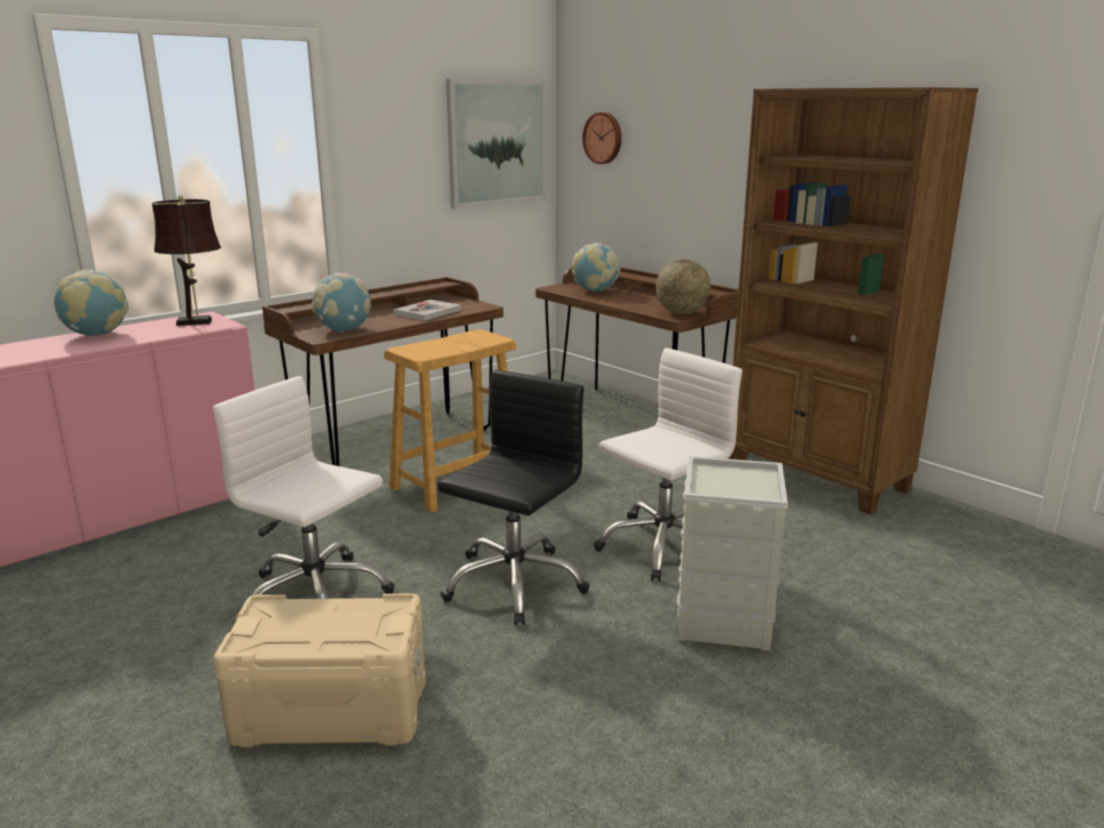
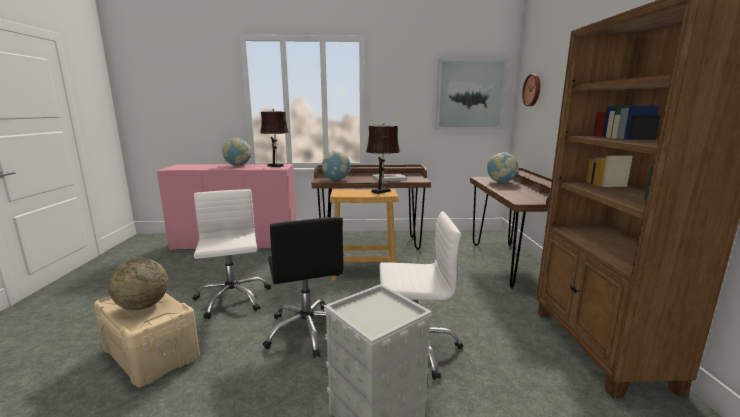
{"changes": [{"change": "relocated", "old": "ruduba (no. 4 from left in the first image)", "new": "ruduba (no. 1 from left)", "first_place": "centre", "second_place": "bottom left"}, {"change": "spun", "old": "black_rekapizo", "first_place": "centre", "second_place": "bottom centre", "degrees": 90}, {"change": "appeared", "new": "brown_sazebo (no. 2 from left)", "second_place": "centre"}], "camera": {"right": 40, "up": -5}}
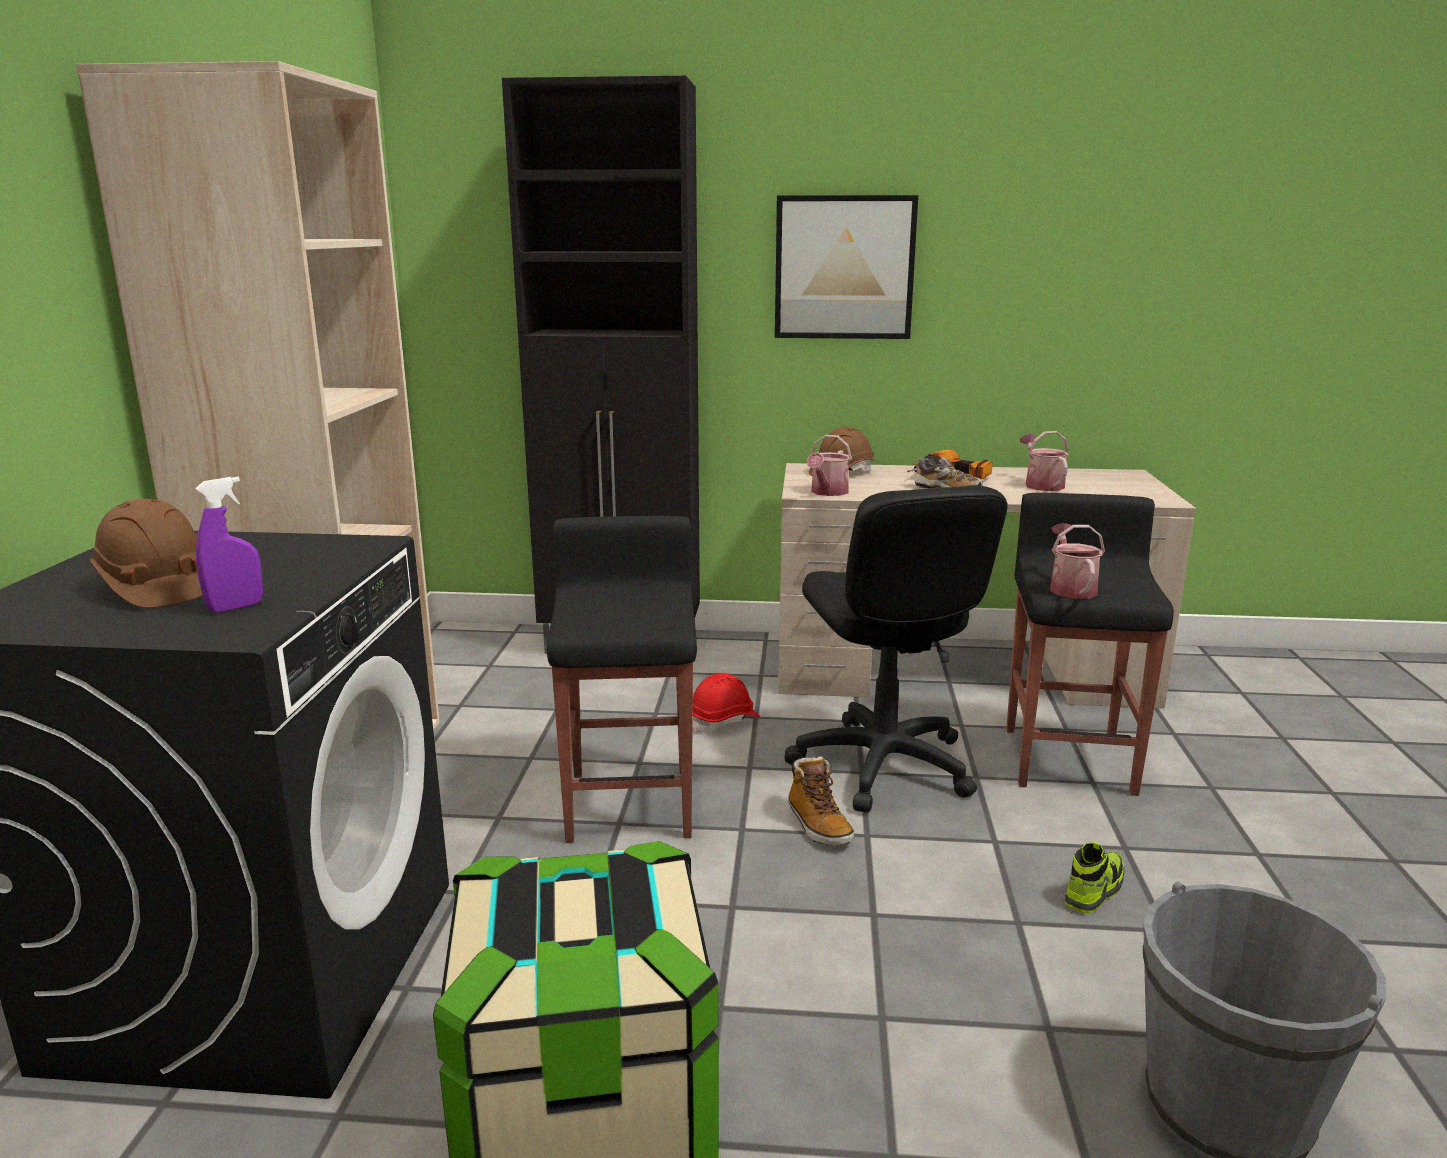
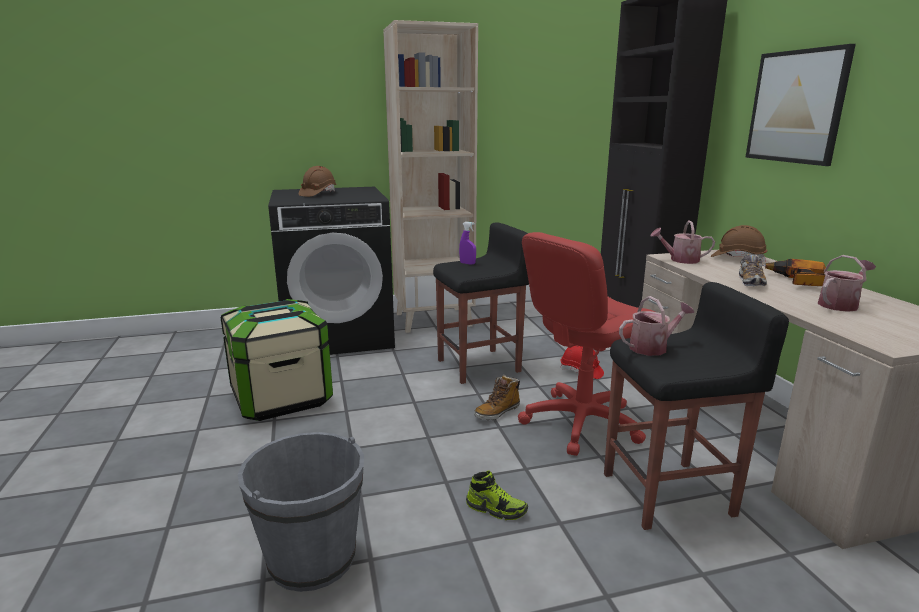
{"changes": [{"change": "relocated", "old": "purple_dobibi", "first_place": "middle left", "second_place": "centre"}, {"change": "colour", "old": "black_rekapizo", "new": "red_rekapizo", "first_place": "centre", "second_place": "centre"}], "camera": {"right": 70, "up": 0}}
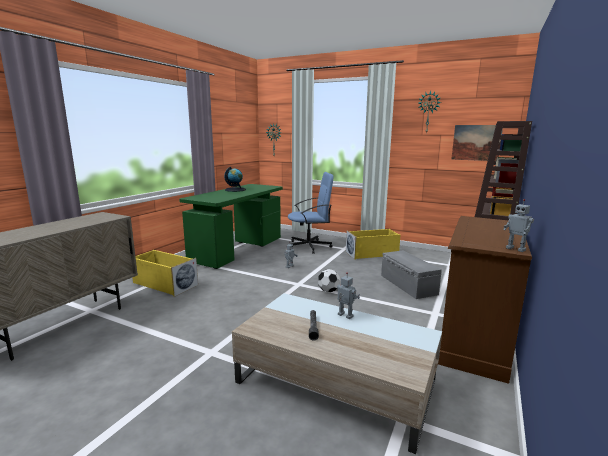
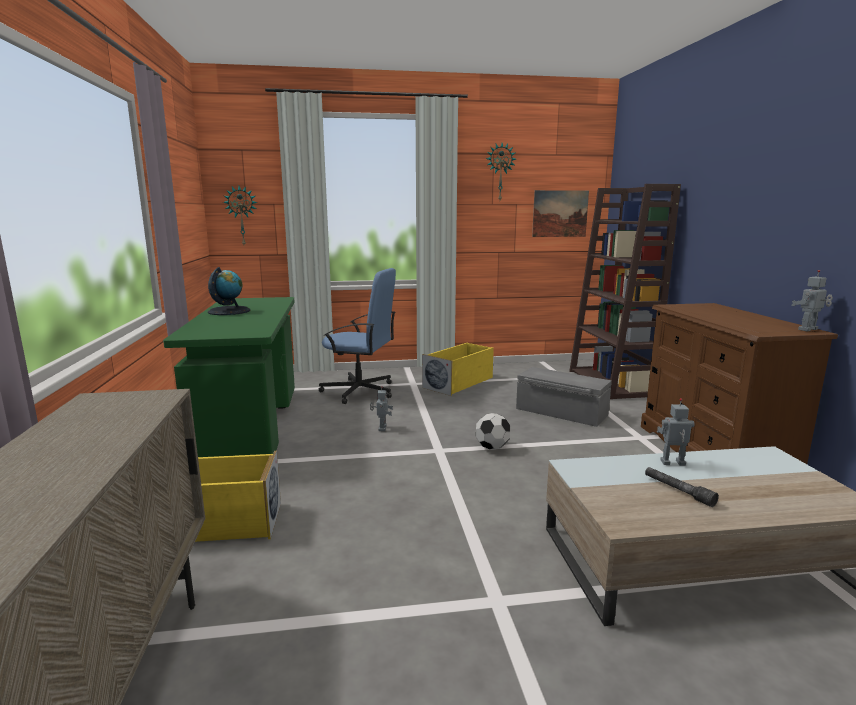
{"changes": [{"change": "spun", "old": "blue_rekapizo", "first_place": "centre", "second_place": "centre", "degrees": 60}, {"change": "spun", "old": "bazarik (no. 3 from left)", "first_place": "middle right", "second_place": "middle right", "degrees": 135}], "camera": {"right": -35, "up": 0}}
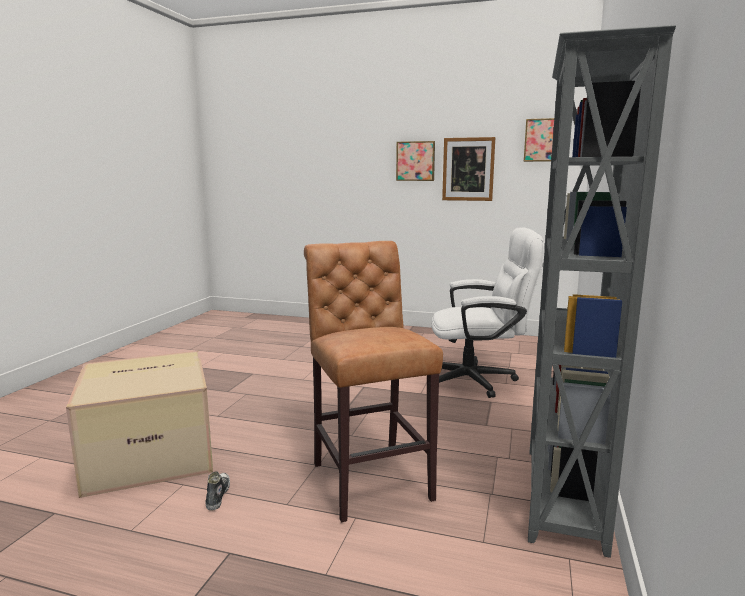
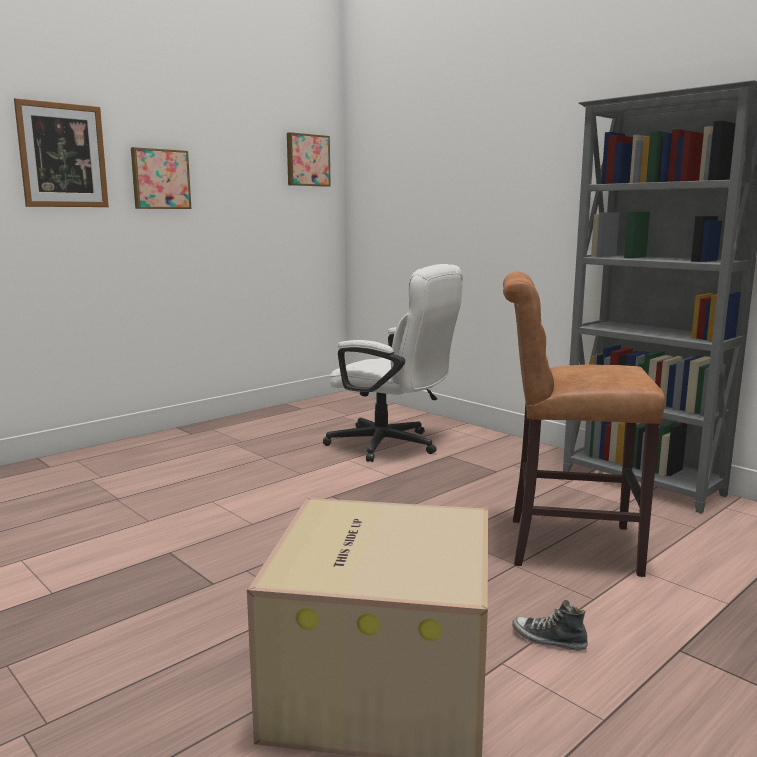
{"changes": [{"change": "relocated", "old": "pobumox (no. 2 from left in the first image)", "new": "pobumox (no. 1 from left)", "first_place": "top centre", "second_place": "top left"}, {"change": "spun", "old": "white_rekapizo", "first_place": "centre", "second_place": "centre", "degrees": 90}], "camera": {"right": -60, "up": 0}}
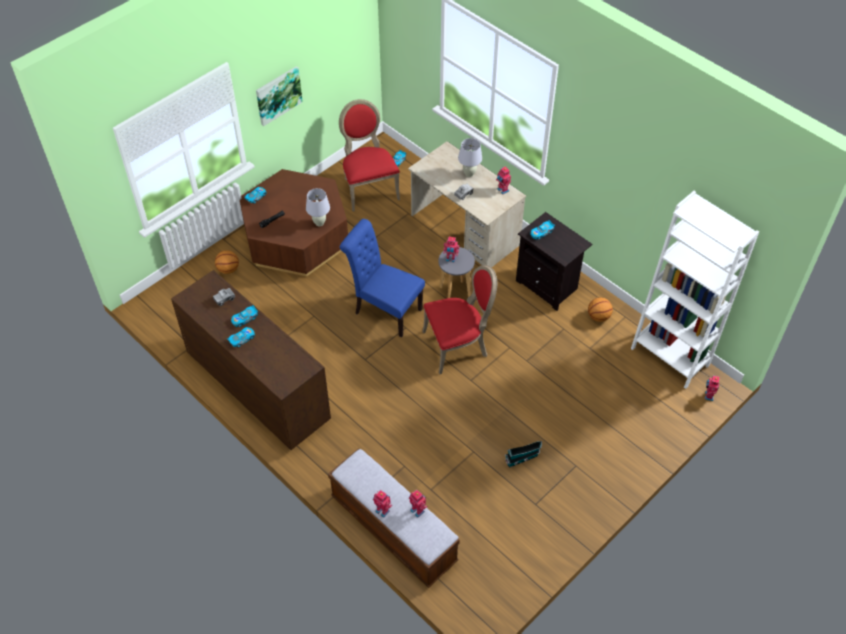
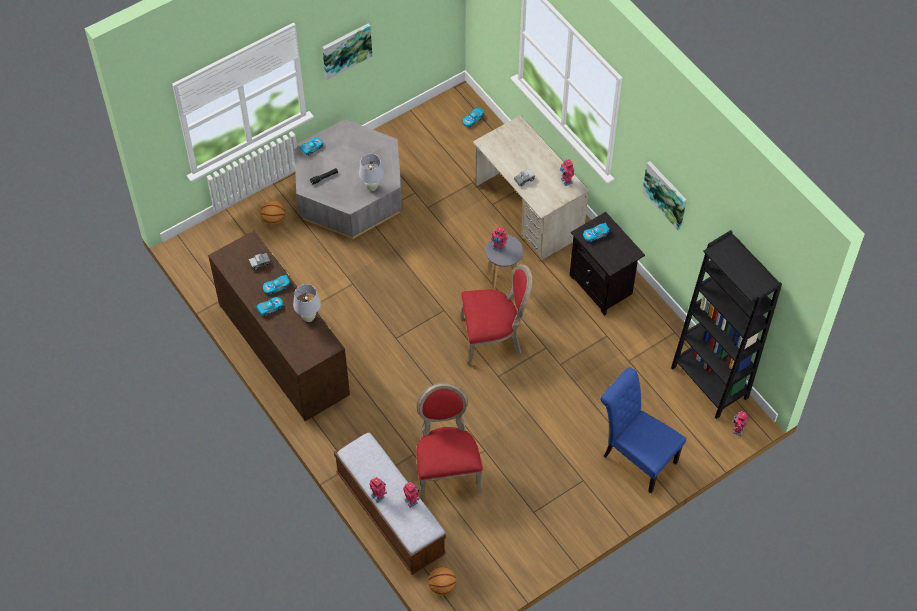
{"changes": [{"change": "relocated", "old": "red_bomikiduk (no. 1 from left)", "first_place": "top centre", "second_place": "bottom centre"}, {"change": "relocated", "old": "white_sazebo (no. 2 from left in the first image)", "new": "white_sazebo (no. 1 from left)", "first_place": "top centre", "second_place": "centre"}, {"change": "colour", "old": "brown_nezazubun", "new": "grey_nezazubun", "first_place": "centre", "second_place": "top centre"}, {"change": "colour", "old": "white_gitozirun", "new": "black_gitozirun", "first_place": "middle right", "second_place": "middle right"}, {"change": "relocated", "old": "blue_bomikiduk", "first_place": "centre", "second_place": "bottom right"}, {"change": "relocated", "old": "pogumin (no. 2 from left)", "first_place": "middle right", "second_place": "bottom centre"}, {"change": "missing", "old": "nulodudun", "first_place": "bottom centre"}, {"change": "appeared", "new": "pobumox (no. 2 from left)", "second_place": "top right"}], "camera": {"right": 10, "up": 5}}
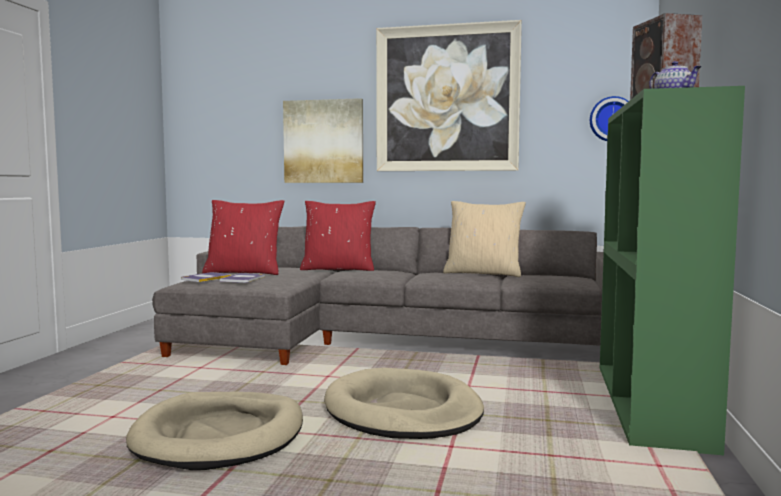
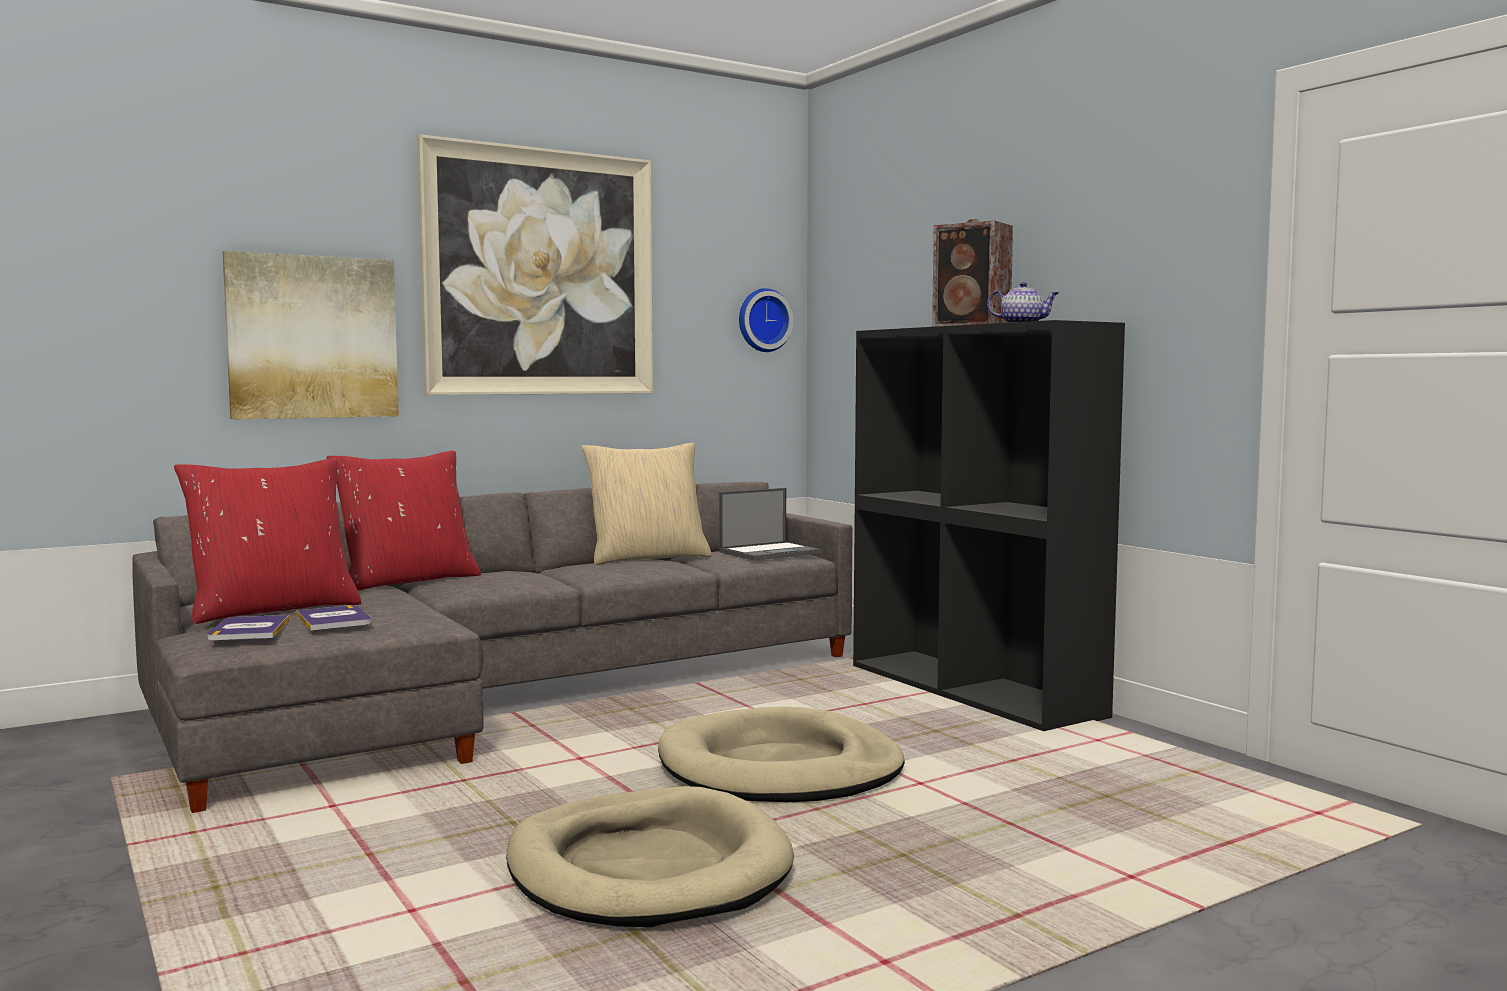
{"changes": [{"change": "colour", "old": "green_gitozirun", "new": "black_gitozirun", "first_place": "middle right", "second_place": "centre"}, {"change": "appeared", "new": "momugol", "second_place": "centre"}], "camera": {"right": -45, "up": 0}}
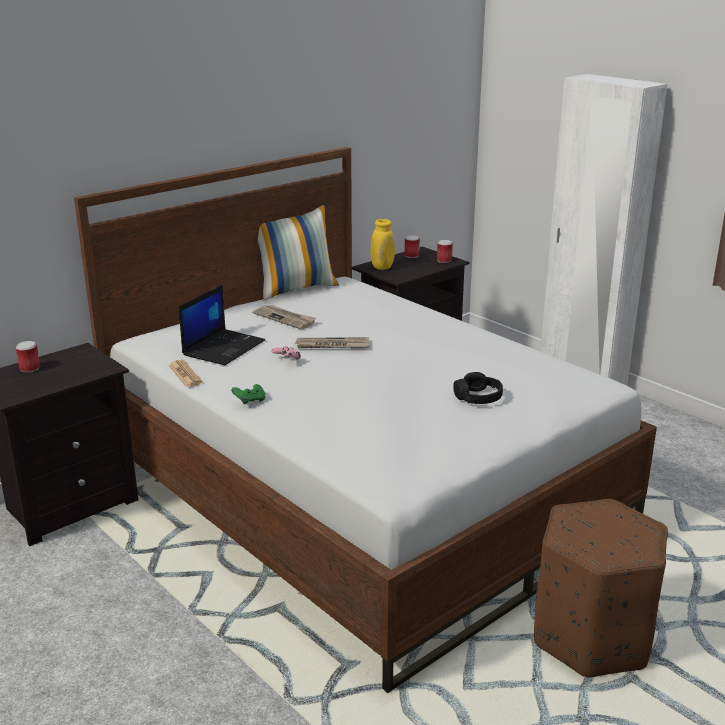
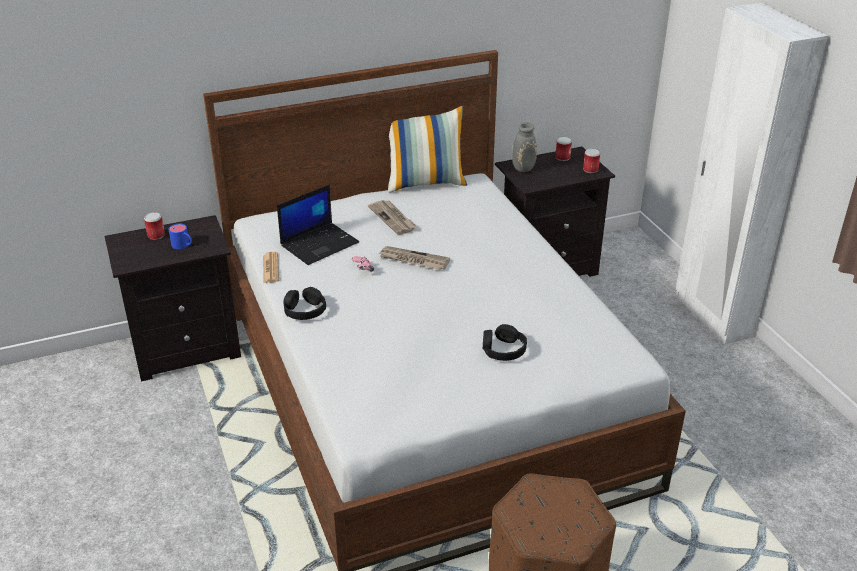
{"changes": [{"change": "colour", "old": "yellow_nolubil", "new": "grey_nolubil", "first_place": "centre", "second_place": "top centre"}, {"change": "exchanged", "old": "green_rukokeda", "new": "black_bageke (no. 1 from left)", "first_place": "centre", "second_place": "centre"}, {"change": "appeared", "new": "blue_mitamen", "second_place": "middle left"}], "camera": {"right": 20, "up": 10}}
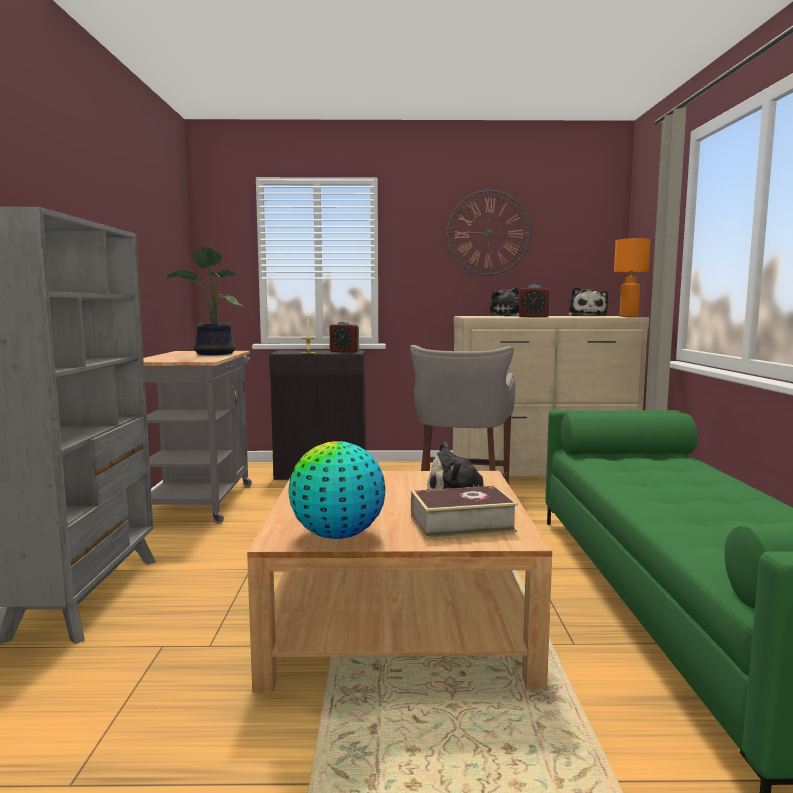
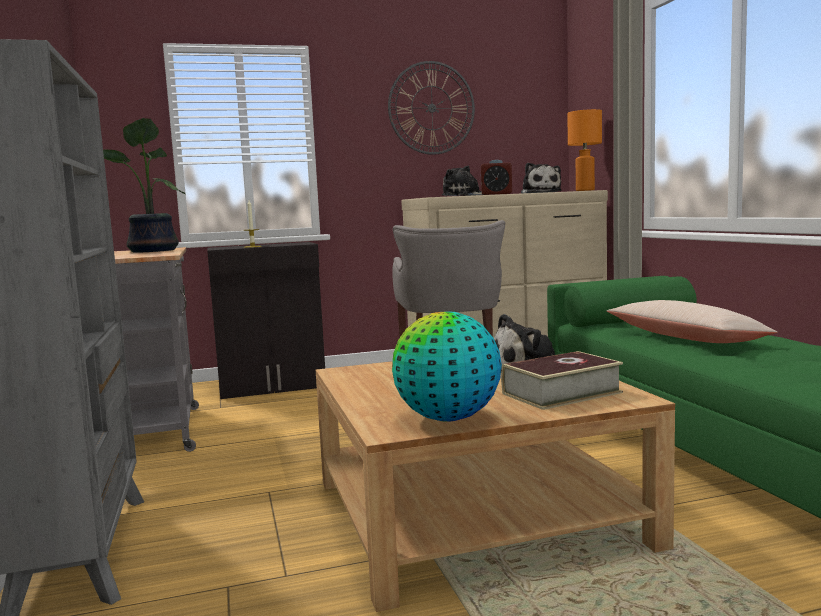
{"changes": [{"change": "missing", "old": "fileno (no. 1 from left)", "first_place": "centre"}, {"change": "appeared", "new": "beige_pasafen", "second_place": "middle right"}], "camera": {"right": -15, "up": 0}}
